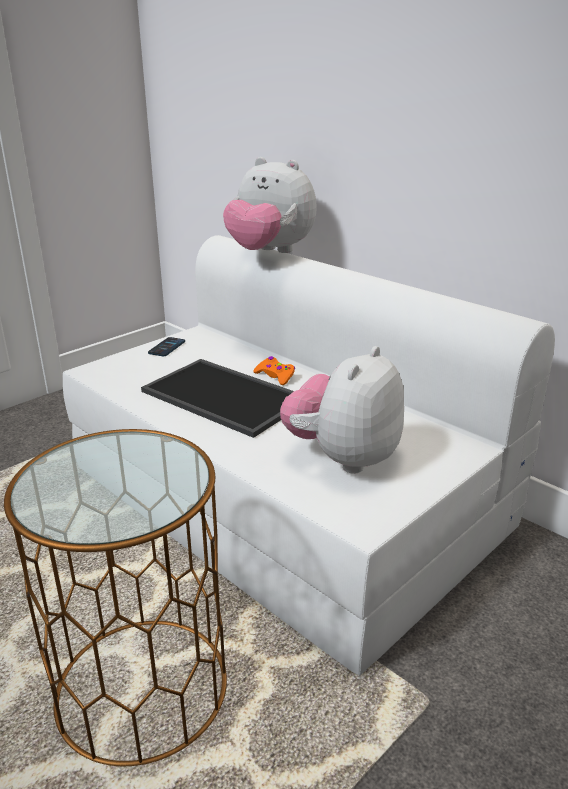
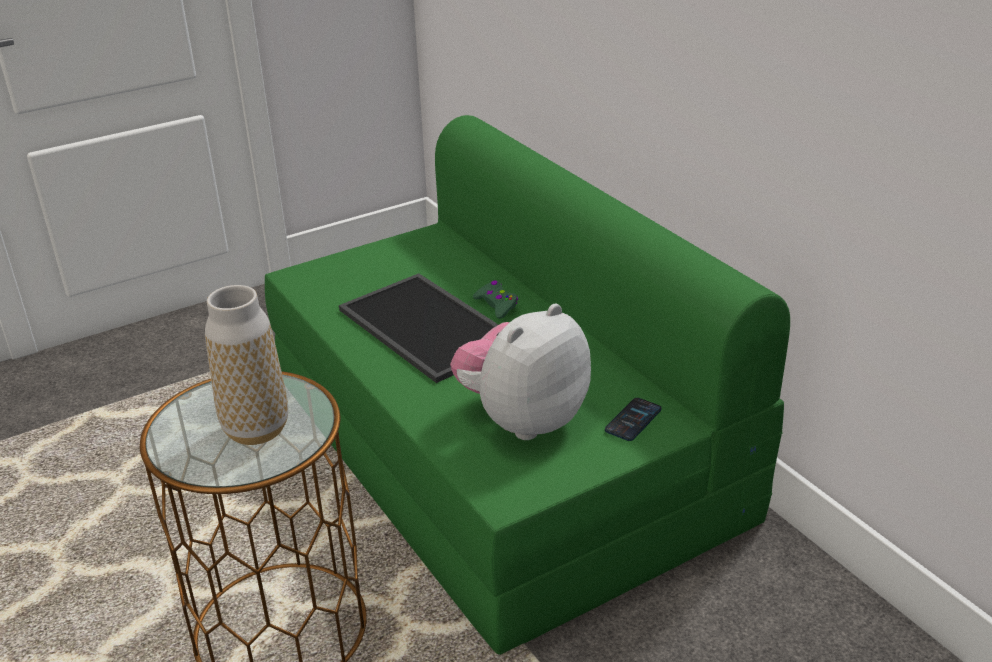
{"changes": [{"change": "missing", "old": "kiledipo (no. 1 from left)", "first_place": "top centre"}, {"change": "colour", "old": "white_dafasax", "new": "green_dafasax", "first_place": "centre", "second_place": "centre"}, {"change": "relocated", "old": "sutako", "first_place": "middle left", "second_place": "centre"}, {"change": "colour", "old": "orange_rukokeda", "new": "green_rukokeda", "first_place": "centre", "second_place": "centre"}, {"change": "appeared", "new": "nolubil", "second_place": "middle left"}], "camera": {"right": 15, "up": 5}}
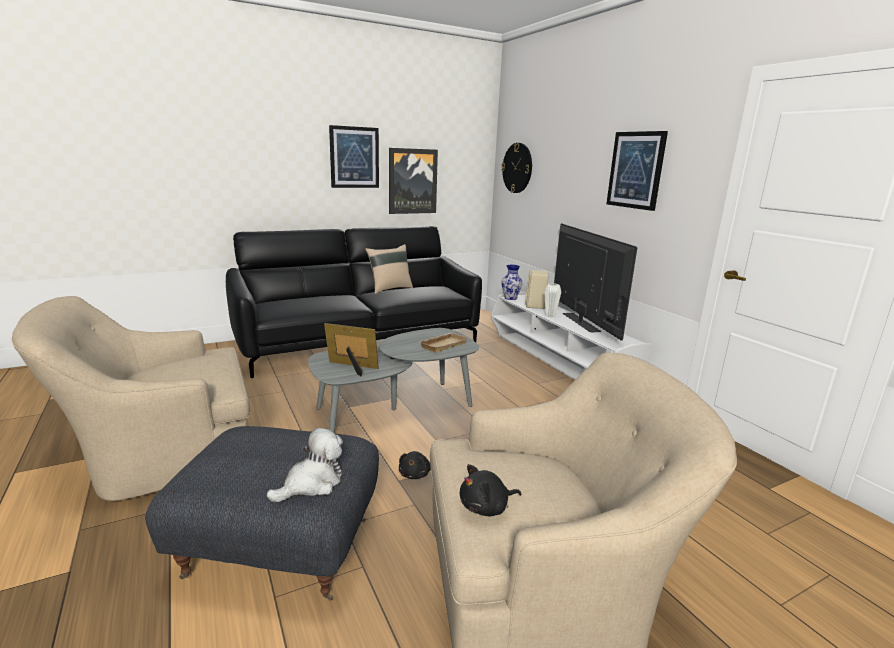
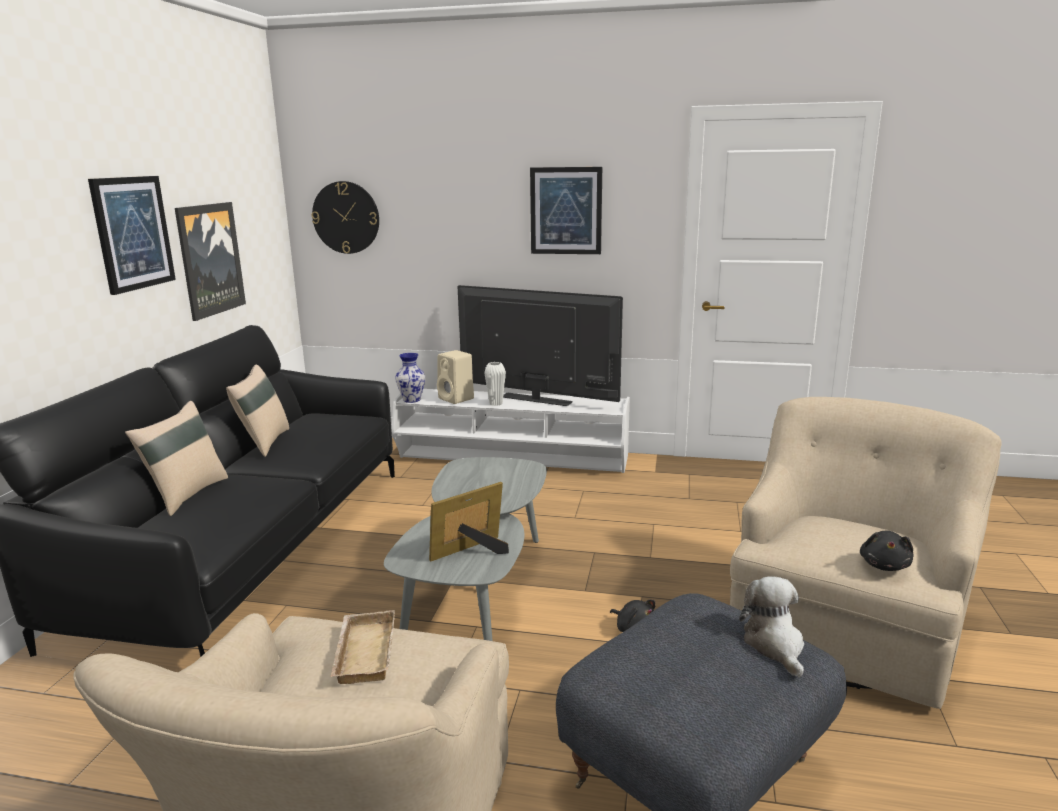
{"changes": [{"change": "relocated", "old": "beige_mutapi", "first_place": "centre", "second_place": "bottom centre"}, {"change": "appeared", "new": "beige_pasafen (no. 1 from left)", "second_place": "middle left"}], "camera": {"right": -50, "up": 0}}
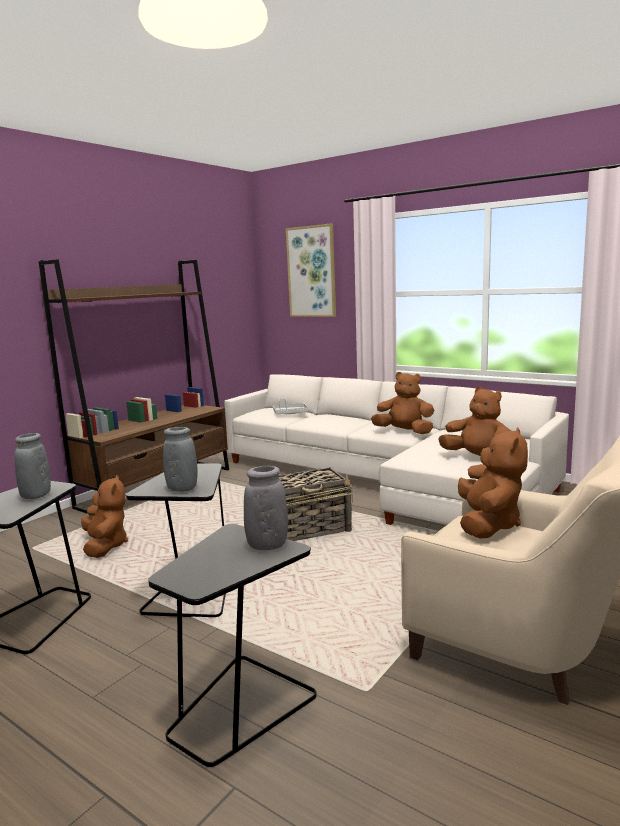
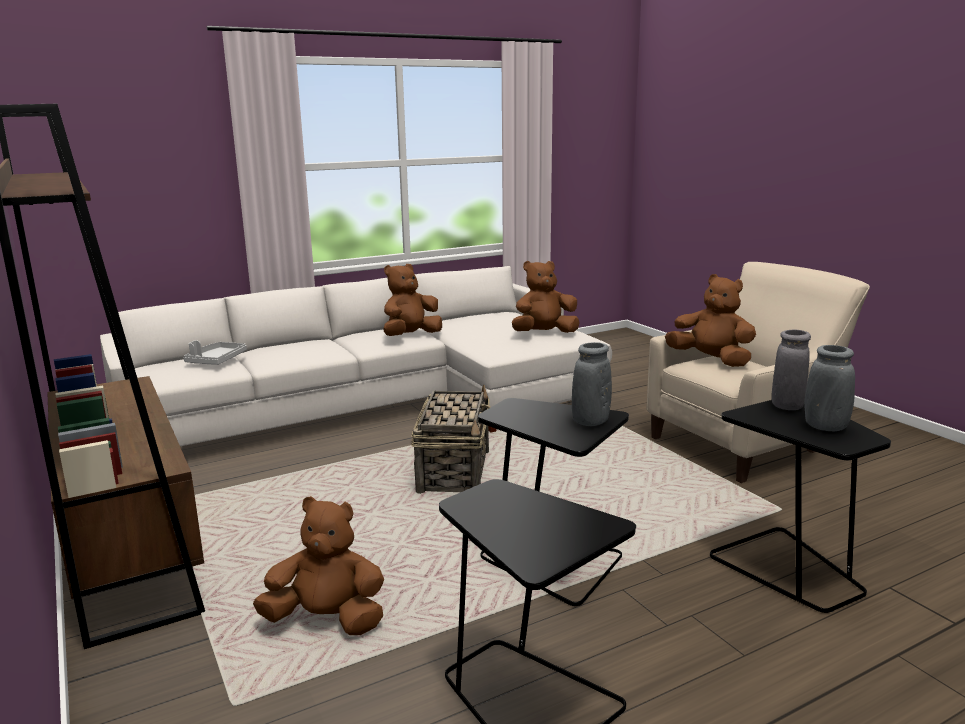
{"changes": [{"change": "missing", "old": "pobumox", "first_place": "top centre"}, {"change": "relocated", "old": "grey_nolubil (no. 1 from left in the first image)", "new": "grey_nolubil (no. 3 from left)", "first_place": "middle left", "second_place": "middle right"}], "camera": {"right": -65, "up": 5}}
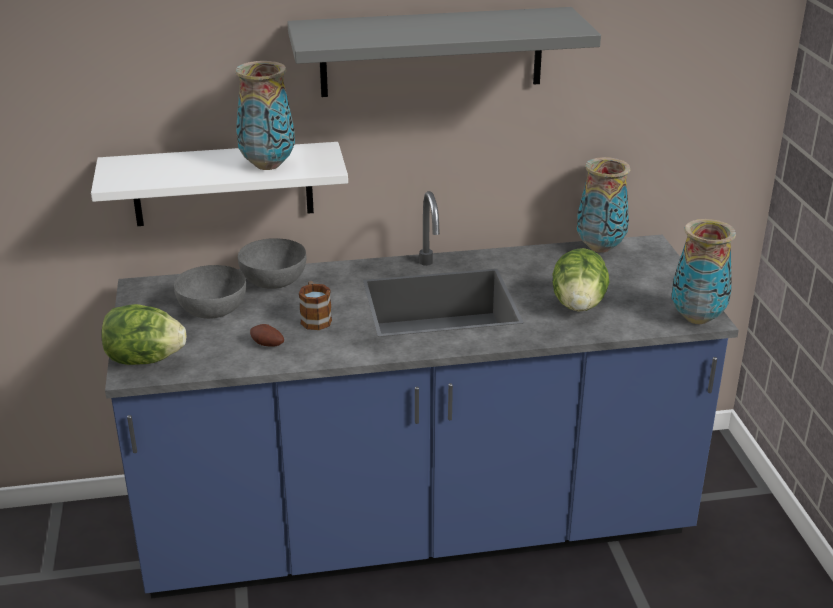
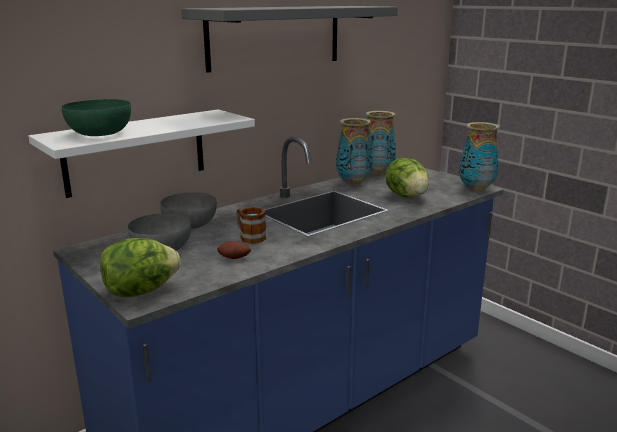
{"changes": [{"change": "relocated", "old": "nolubil (no. 1 from left)", "first_place": "top left", "second_place": "centre"}, {"change": "appeared", "new": "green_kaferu", "second_place": "top left"}], "camera": {"right": -30, "up": -10}}
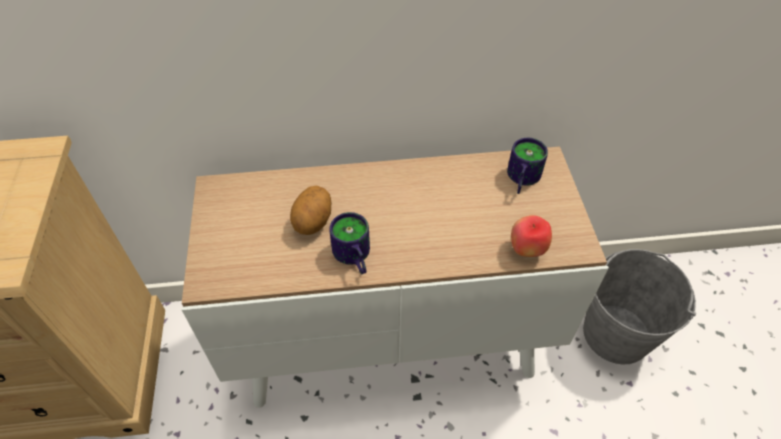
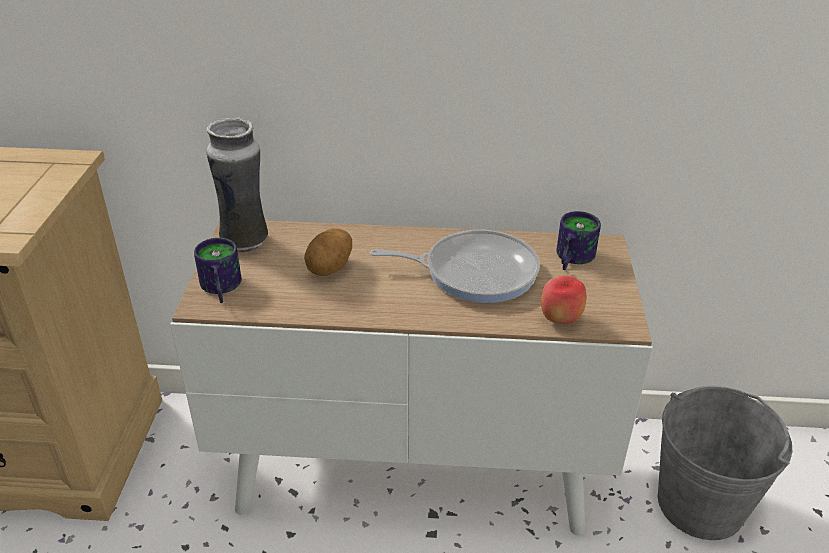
{"changes": [{"change": "relocated", "old": "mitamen (no. 1 from left)", "first_place": "centre", "second_place": "middle left"}, {"change": "appeared", "new": "nolubil", "second_place": "middle left"}, {"change": "appeared", "new": "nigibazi", "second_place": "centre"}], "camera": {"right": 10, "up": -15}}
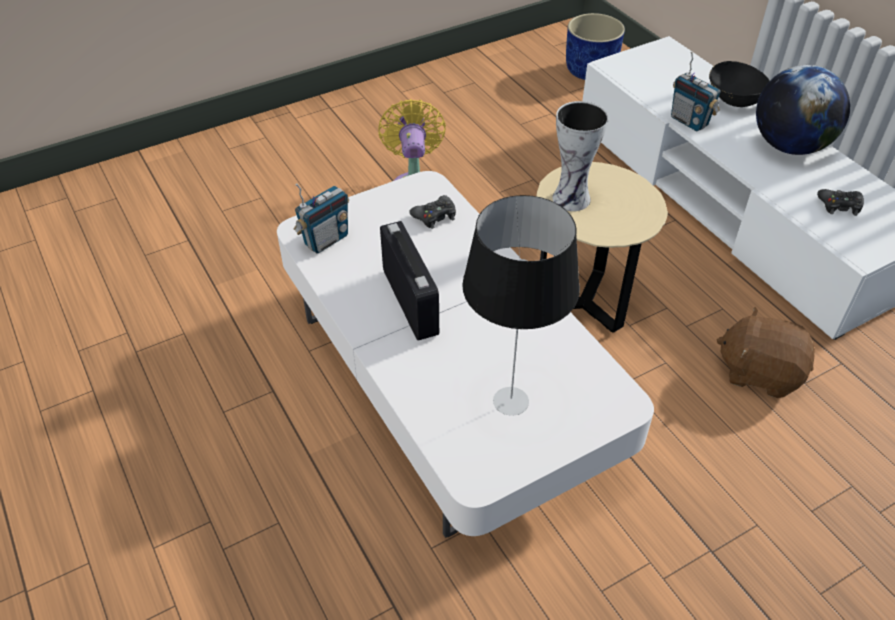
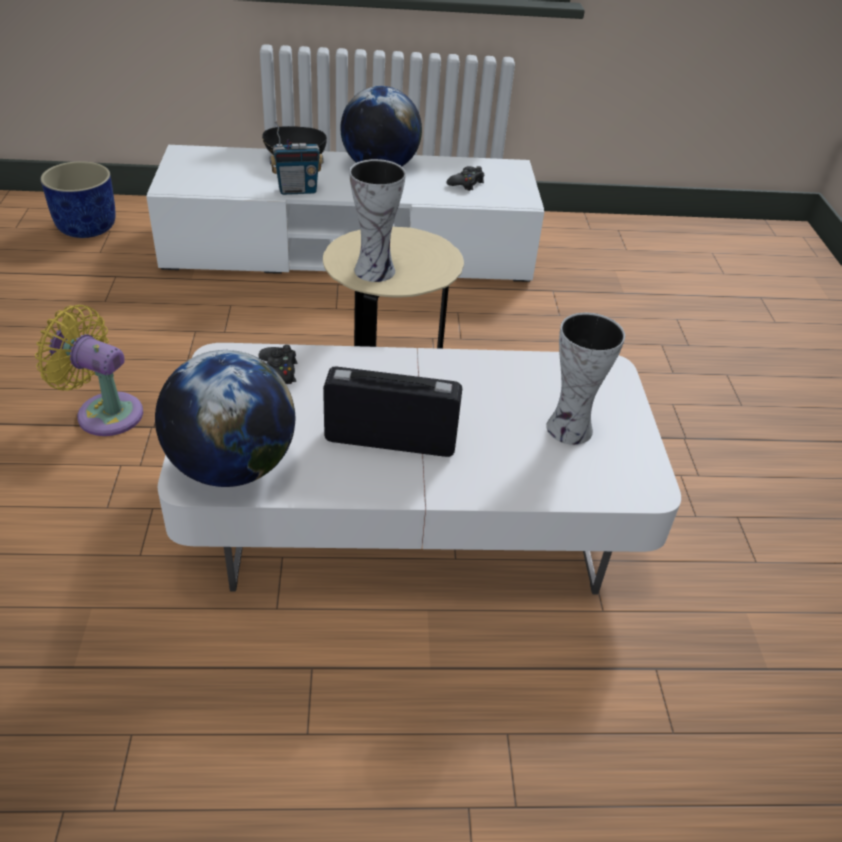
{"changes": [{"change": "exchanged", "old": "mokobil (no. 1 from left)", "new": "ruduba (no. 1 from left)", "first_place": "centre", "second_place": "middle left"}, {"change": "exchanged", "old": "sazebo", "new": "nolubil (no. 2 from left)", "first_place": "centre", "second_place": "middle right"}, {"change": "missing", "old": "brown_kiledipo", "first_place": "middle right"}], "camera": {"right": -65, "up": -5}}
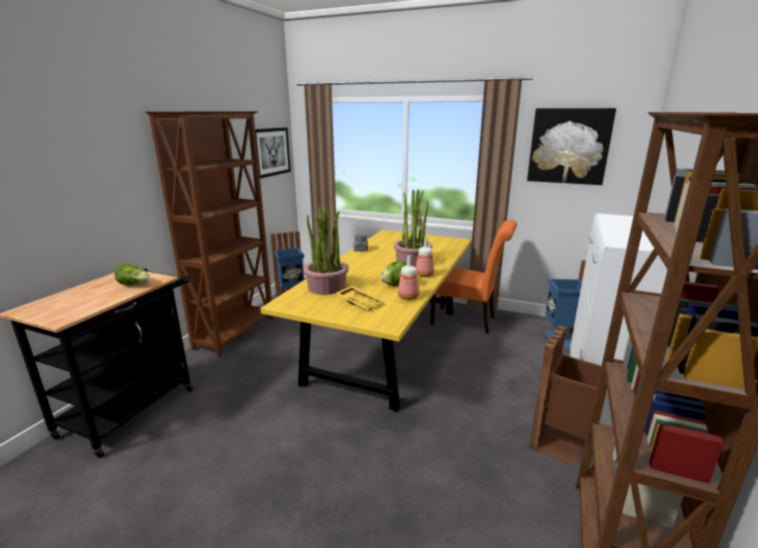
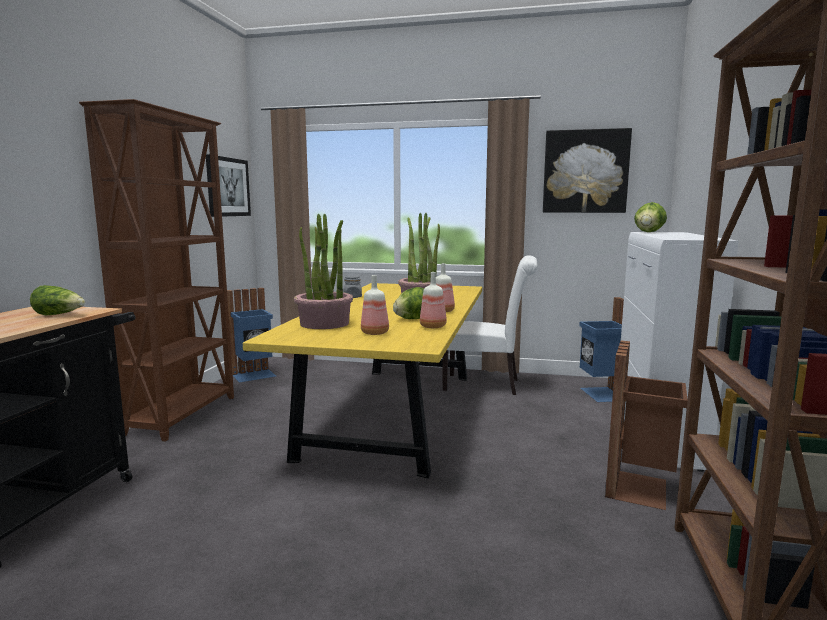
{"changes": [{"change": "colour", "old": "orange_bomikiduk", "new": "white_bomikiduk", "first_place": "centre", "second_place": "centre"}, {"change": "exchanged", "old": "yellow_mutapi", "new": "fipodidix (no. 1 from left)", "first_place": "centre", "second_place": "centre"}, {"change": "appeared", "new": "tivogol (no. 3 from left)", "second_place": "middle right"}], "camera": {"right": -10, "up": -10}}
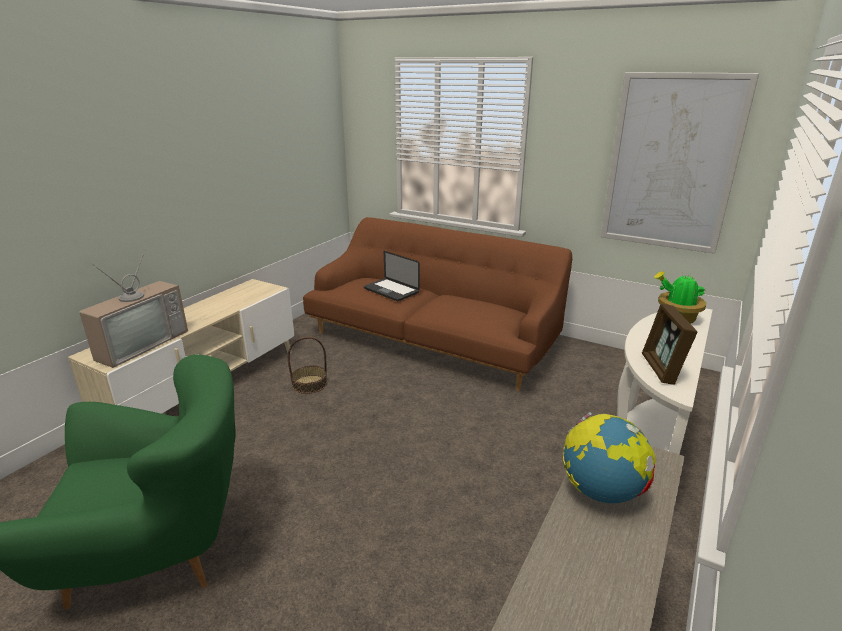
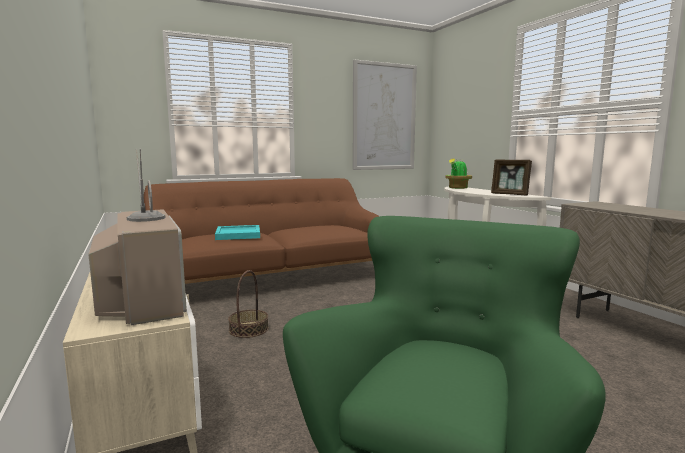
{"changes": [{"change": "exchanged", "old": "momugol", "new": "turquoise_mutapi", "first_place": "centre", "second_place": "centre"}, {"change": "missing", "old": "ruduba", "first_place": "bottom right"}], "camera": {"right": -55, "up": -15}}
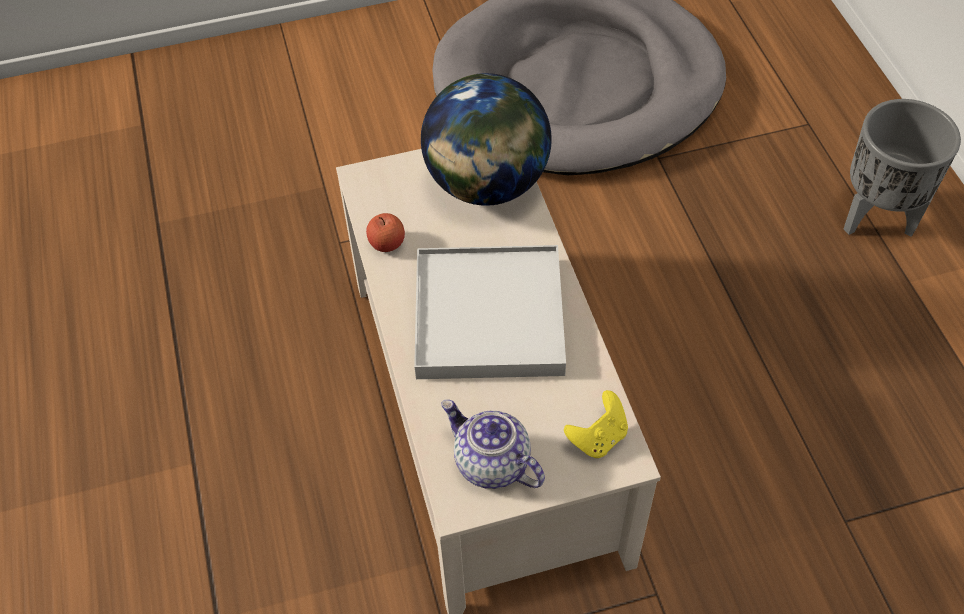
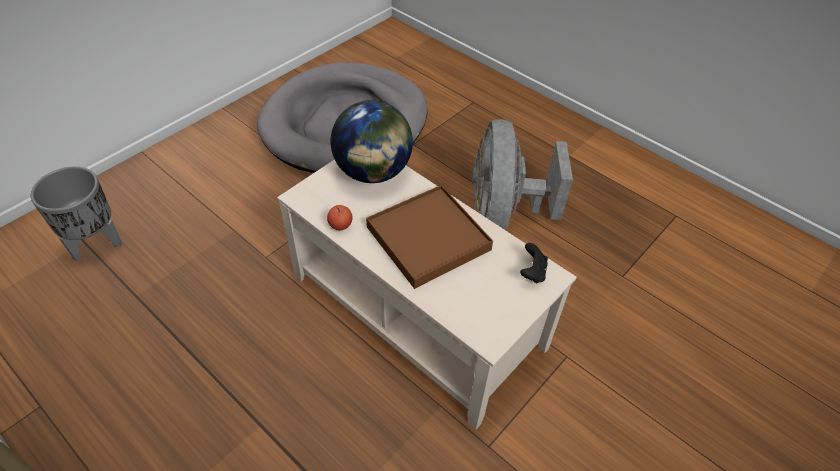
{"changes": [{"change": "relocated", "old": "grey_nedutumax", "first_place": "top right", "second_place": "middle left"}, {"change": "colour", "old": "white_mutapi", "new": "brown_mutapi", "first_place": "centre", "second_place": "centre"}, {"change": "colour", "old": "yellow_rukokeda", "new": "black_rukokeda", "first_place": "bottom centre", "second_place": "centre"}, {"change": "missing", "old": "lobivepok", "first_place": "bottom centre"}, {"change": "appeared", "new": "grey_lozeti", "second_place": "centre"}], "camera": {"right": -35, "up": -5}}
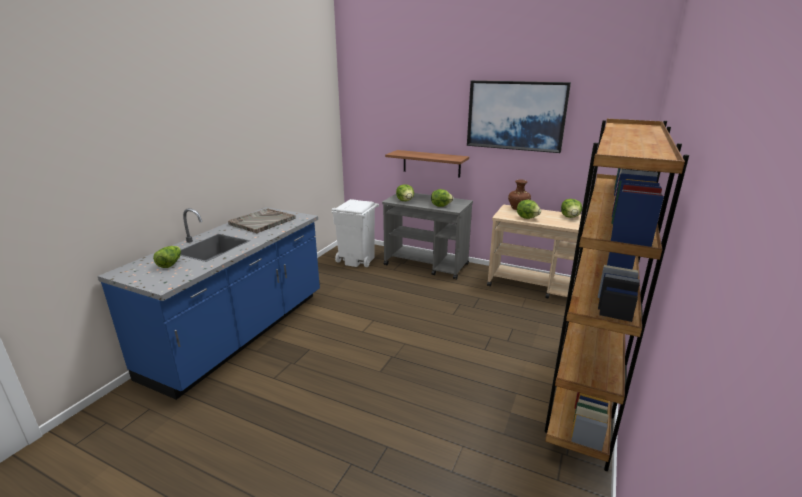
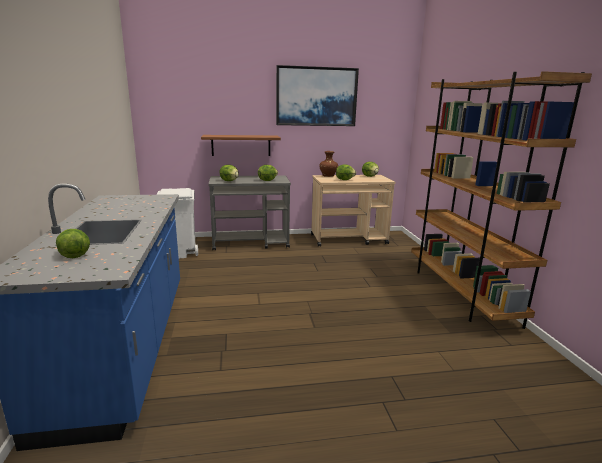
{"changes": [{"change": "missing", "old": "grey_mutapi", "first_place": "middle left"}], "camera": {"right": -35, "up": -5}}
